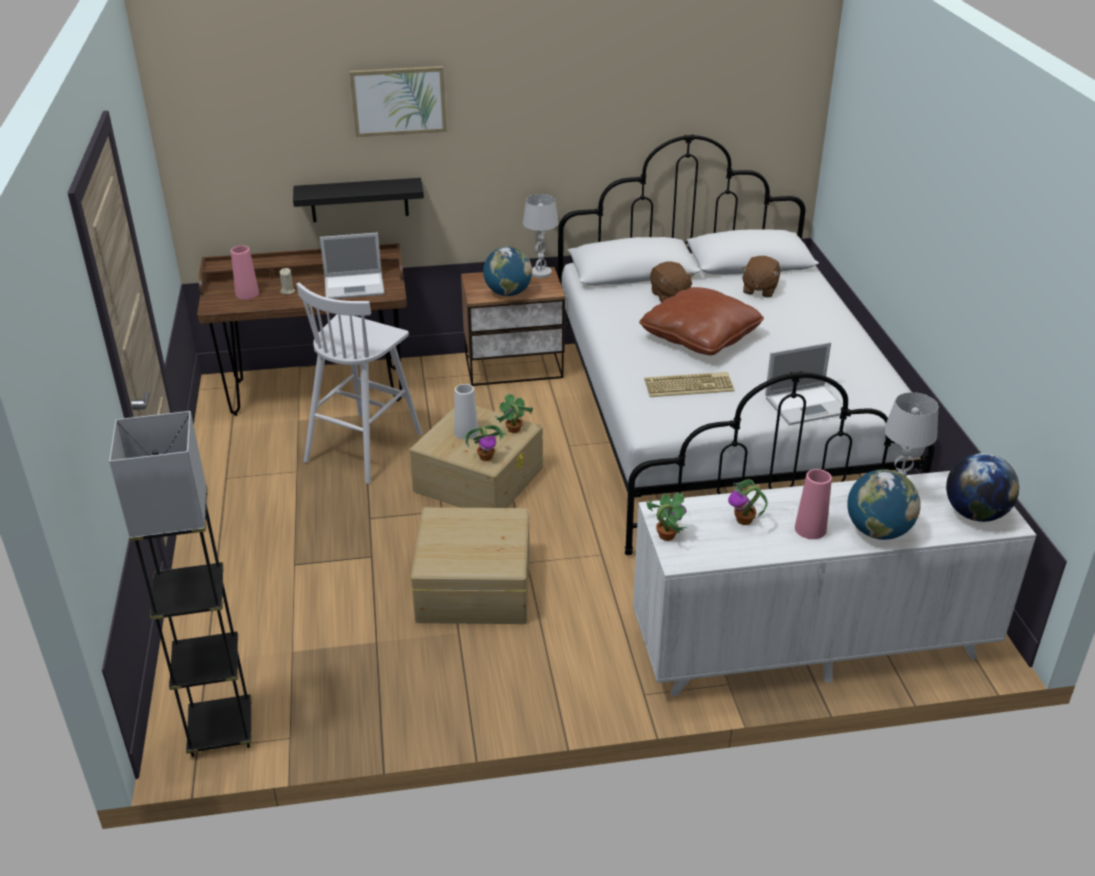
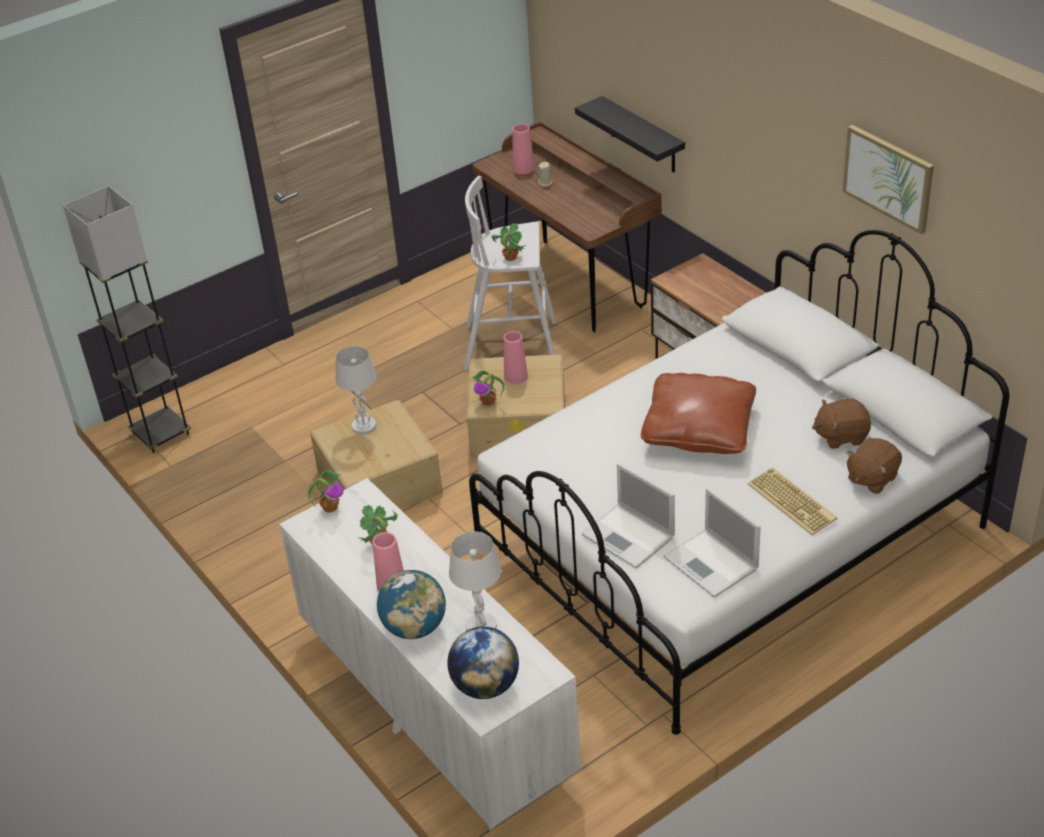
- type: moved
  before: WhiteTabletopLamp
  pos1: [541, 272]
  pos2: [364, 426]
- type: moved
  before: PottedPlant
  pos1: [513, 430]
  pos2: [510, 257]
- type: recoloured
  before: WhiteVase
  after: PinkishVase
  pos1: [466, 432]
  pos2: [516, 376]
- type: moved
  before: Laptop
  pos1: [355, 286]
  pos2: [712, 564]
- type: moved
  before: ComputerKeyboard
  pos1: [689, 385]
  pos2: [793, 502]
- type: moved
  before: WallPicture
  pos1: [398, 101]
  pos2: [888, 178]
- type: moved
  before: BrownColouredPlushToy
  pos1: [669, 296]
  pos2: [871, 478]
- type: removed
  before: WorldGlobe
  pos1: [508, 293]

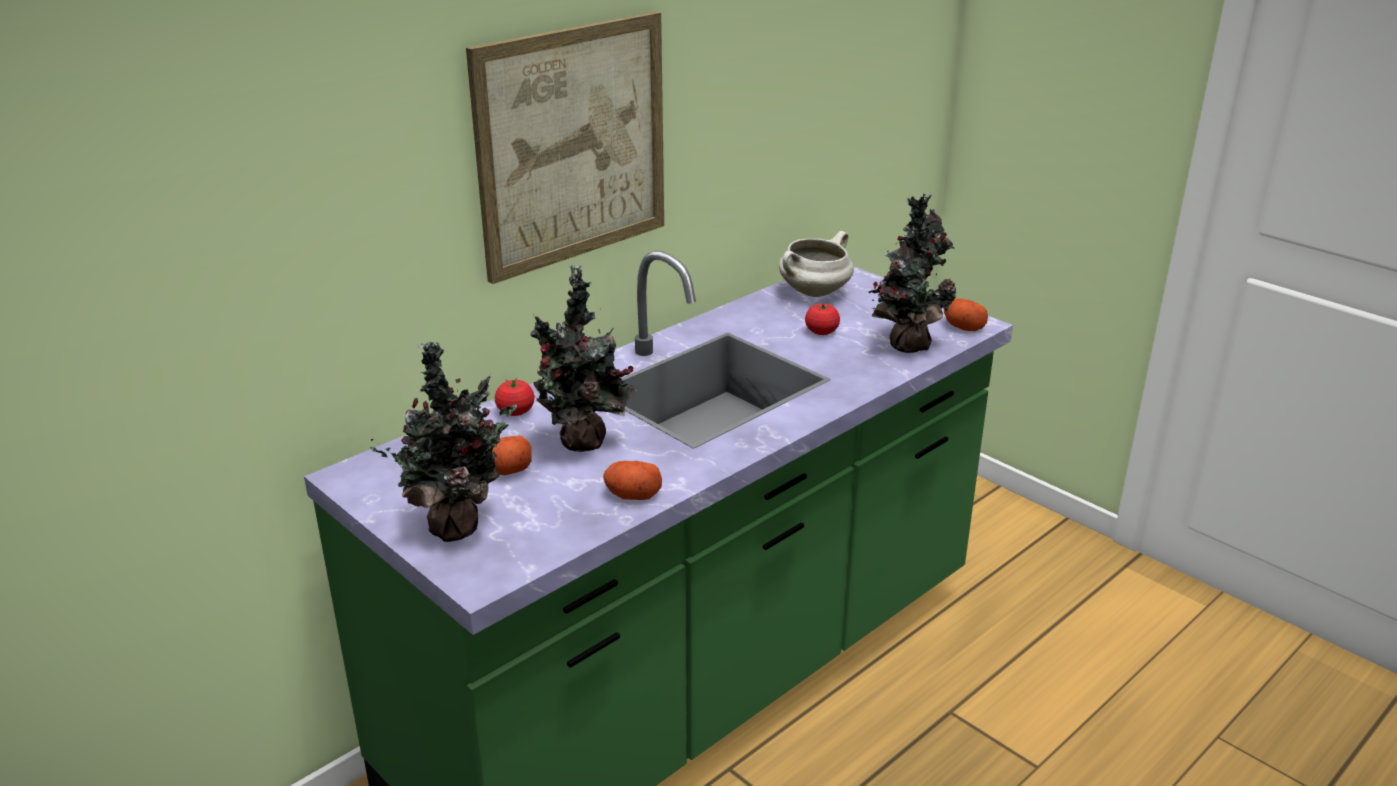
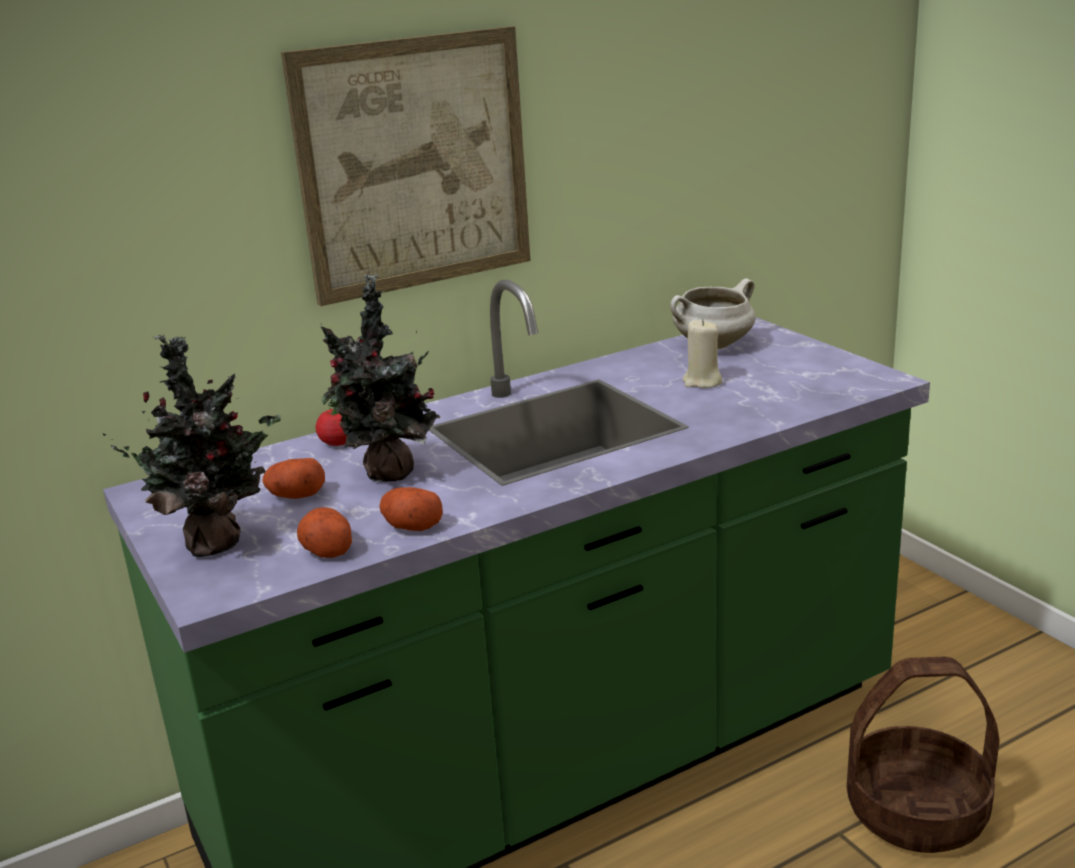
- type: moved
  before: WholePotato
  pos1: [962, 326]
  pos2: [326, 549]
- type: replaced
  before: Tomato
  after: BeigeWaxCandle
  pos1: [821, 332]
  pos2: [702, 382]
- type: added
  after: HouseholdBasket
  pos2: [916, 811]
- type: removed
  before: PottedPlant
  pos1: [906, 344]

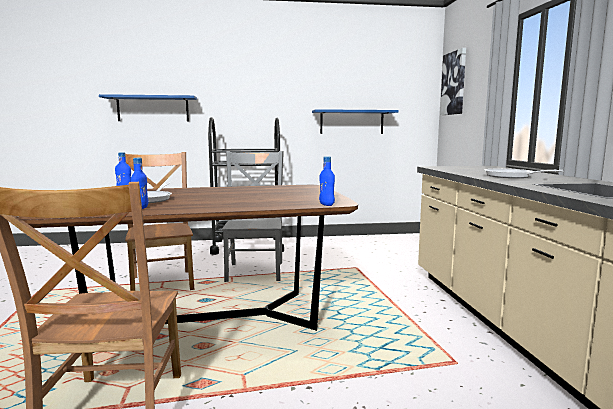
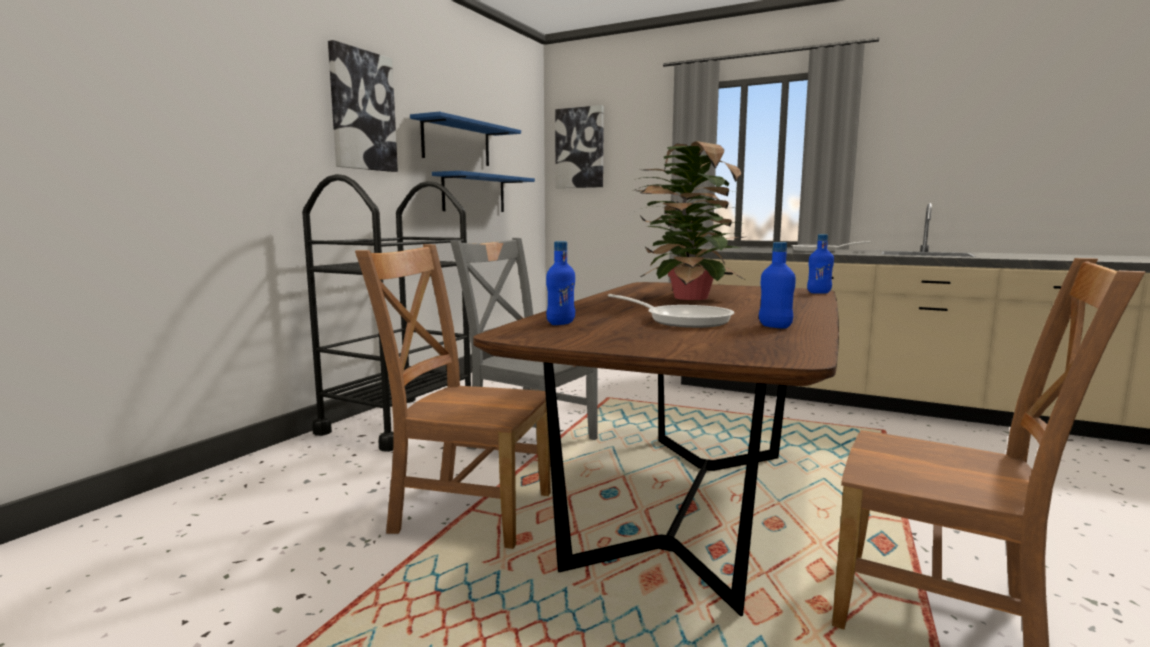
- type: added
  after: WallPicture
  pos2: [362, 111]
- type: moved
  before: BluishShelf
  pos1: [153, 109]
  pos2: [456, 143]
- type: added
  after: PottedPlant
  pos2: [686, 297]

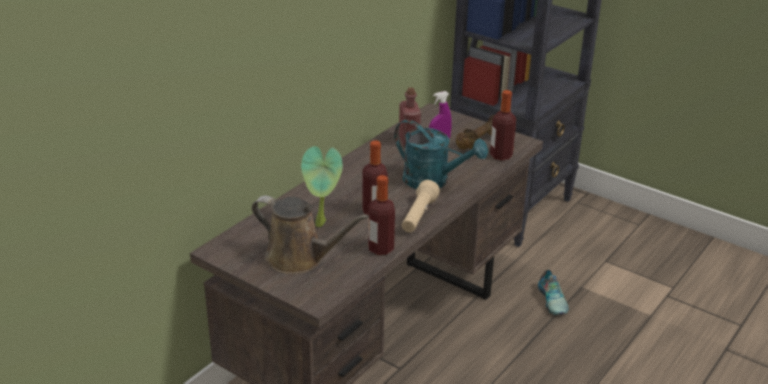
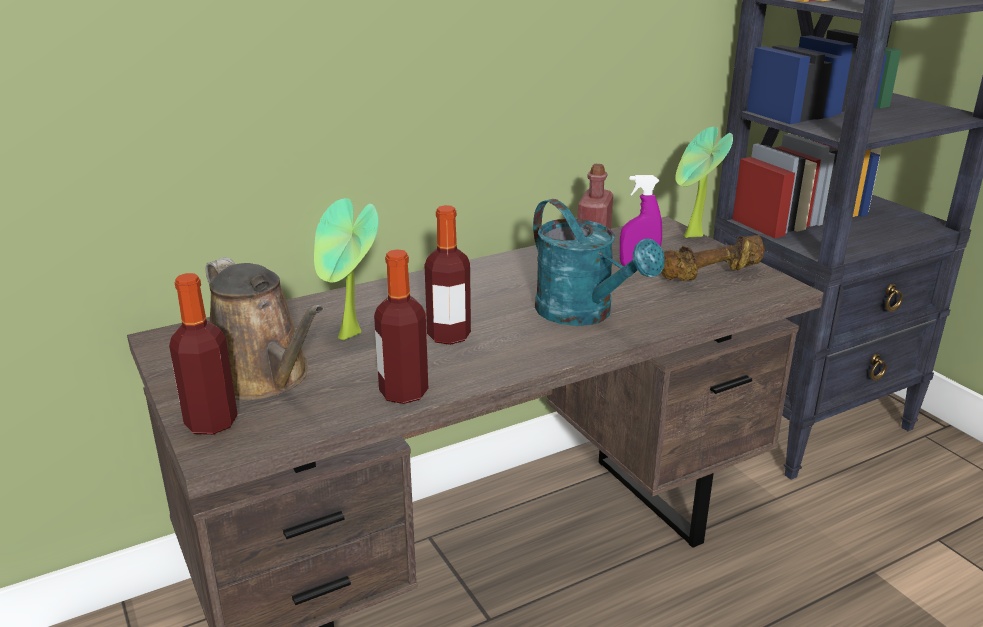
- type: moved
  before: DrinkBottle
  pos1: [501, 155]
  pos2: [211, 423]
- type: added
  after: PottedPlant
  pos2: [692, 238]
- type: removed
  before: BeigeFlashlight
  pos1: [418, 216]
- type: removed
  before: Shoe
  pos1: [553, 300]

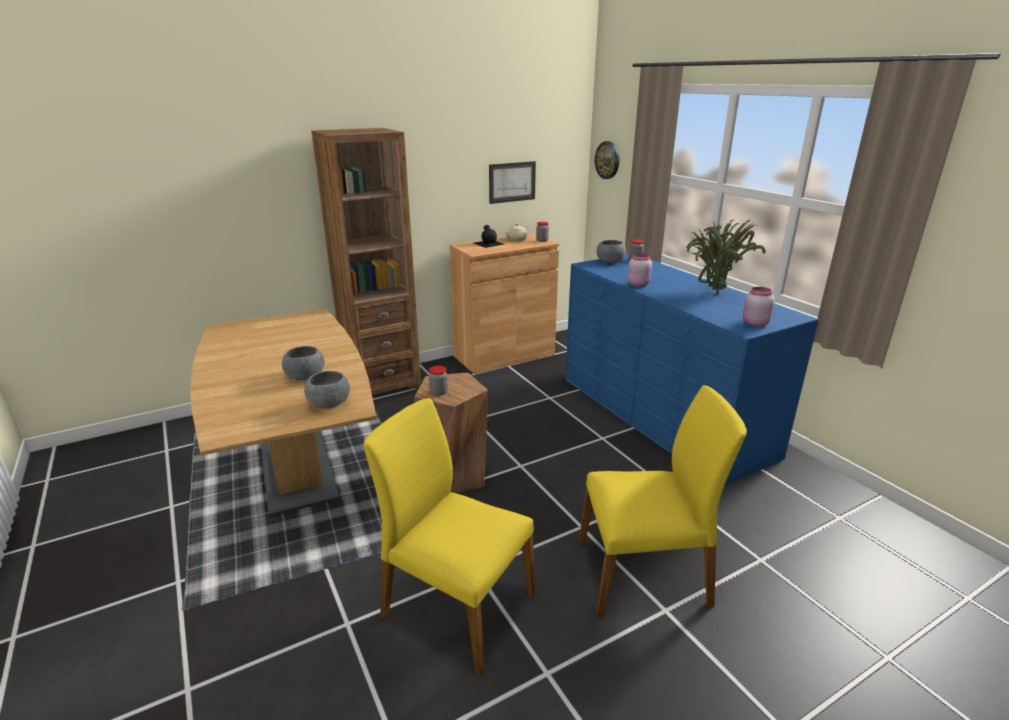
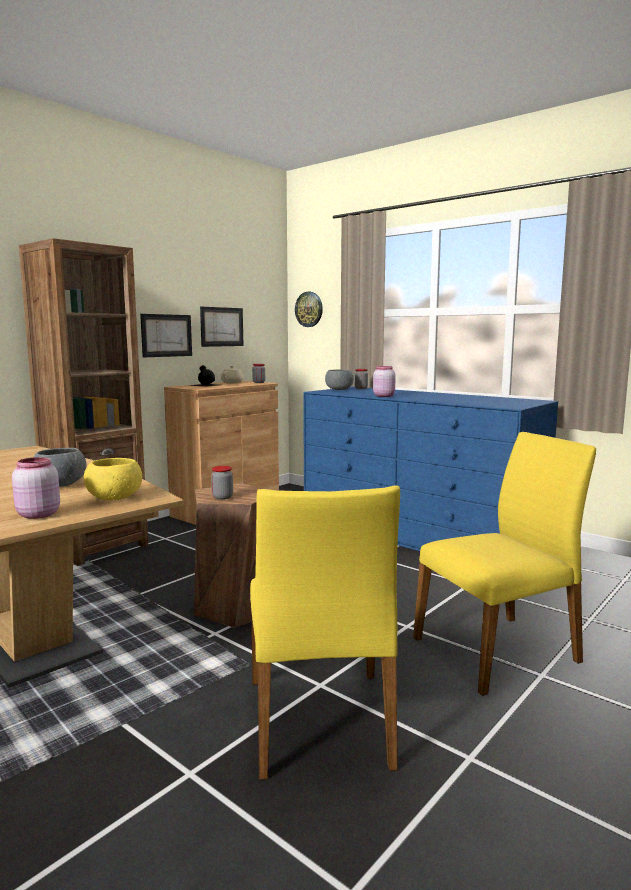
- type: moved
  before: PinkishStorageJar
  pos1: [754, 323]
  pos2: [37, 515]
- type: recoloured
  before: GreyDeepDish
  after: YellowColouredDeepDish
  pos1: [329, 404]
  pos2: [115, 498]
- type: added
  after: WallPicture
  pos2: [166, 335]
- type: turned
  before: YellowColouredUprightChair
  pos1: [456, 606]
  pos2: [320, 722]
  turn: -105
- type: removed
  before: PottedPlant
  pos1: [713, 294]

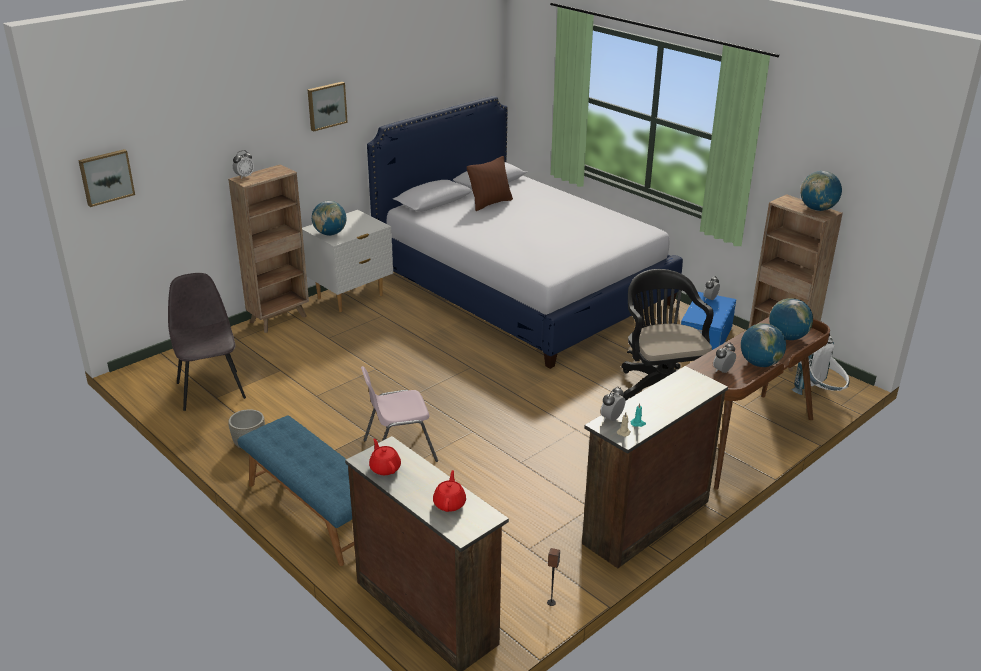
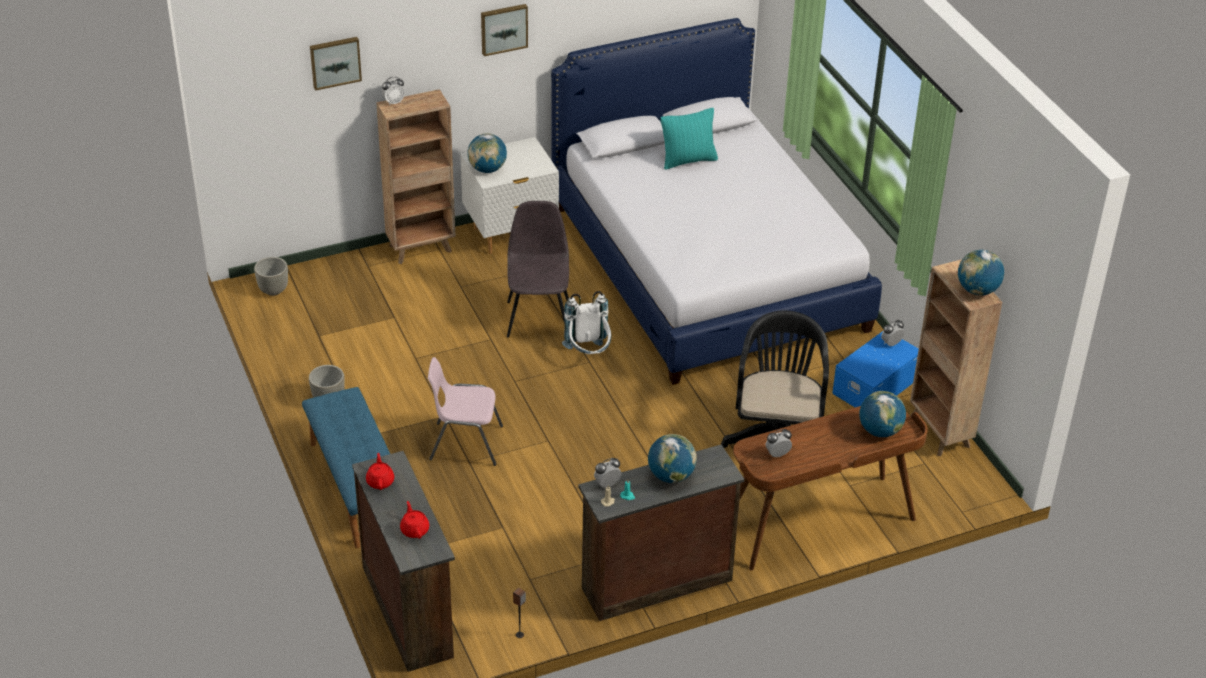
- type: added
  after: GreyFlowerPot
  pos2: [273, 290]
- type: moved
  before: WallPicture
  pos1: [106, 177]
  pos2: [335, 62]
- type: turned
  before: RedPotForTea
  pos1: [449, 503]
  pos2: [414, 530]
  turn: -45
- type: moved
  before: GreyUprightChair
  pos1: [210, 389]
  pos2: [538, 317]
- type: moved
  before: WhiteRucksack
  pos1: [820, 396]
  pos2: [588, 355]
- type: moved
  before: WorldGlobe
  pos1: [759, 364]
  pos2: [671, 476]
- type: recoloured
  before: BrownColouredCushion
  after: TurquoiseCushion
  pos1: [490, 203]
  pos2: [688, 160]

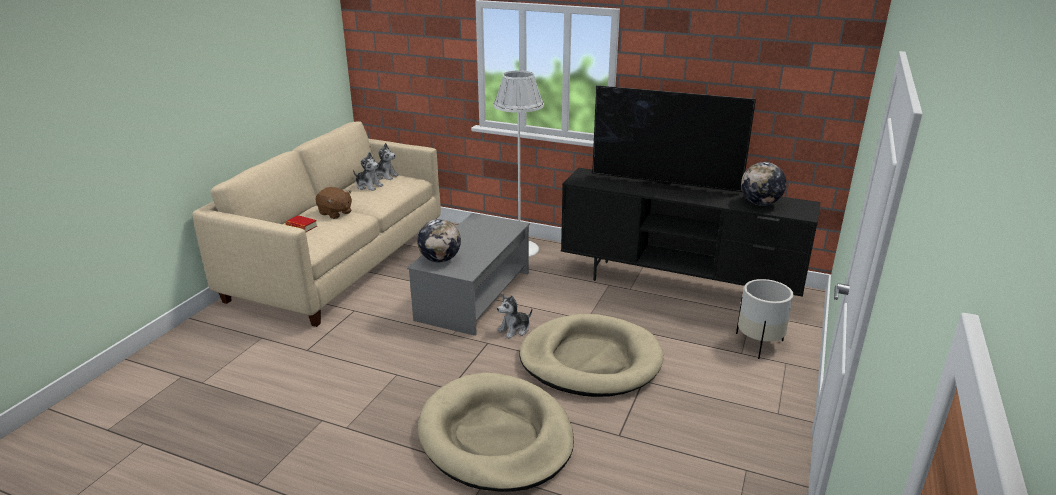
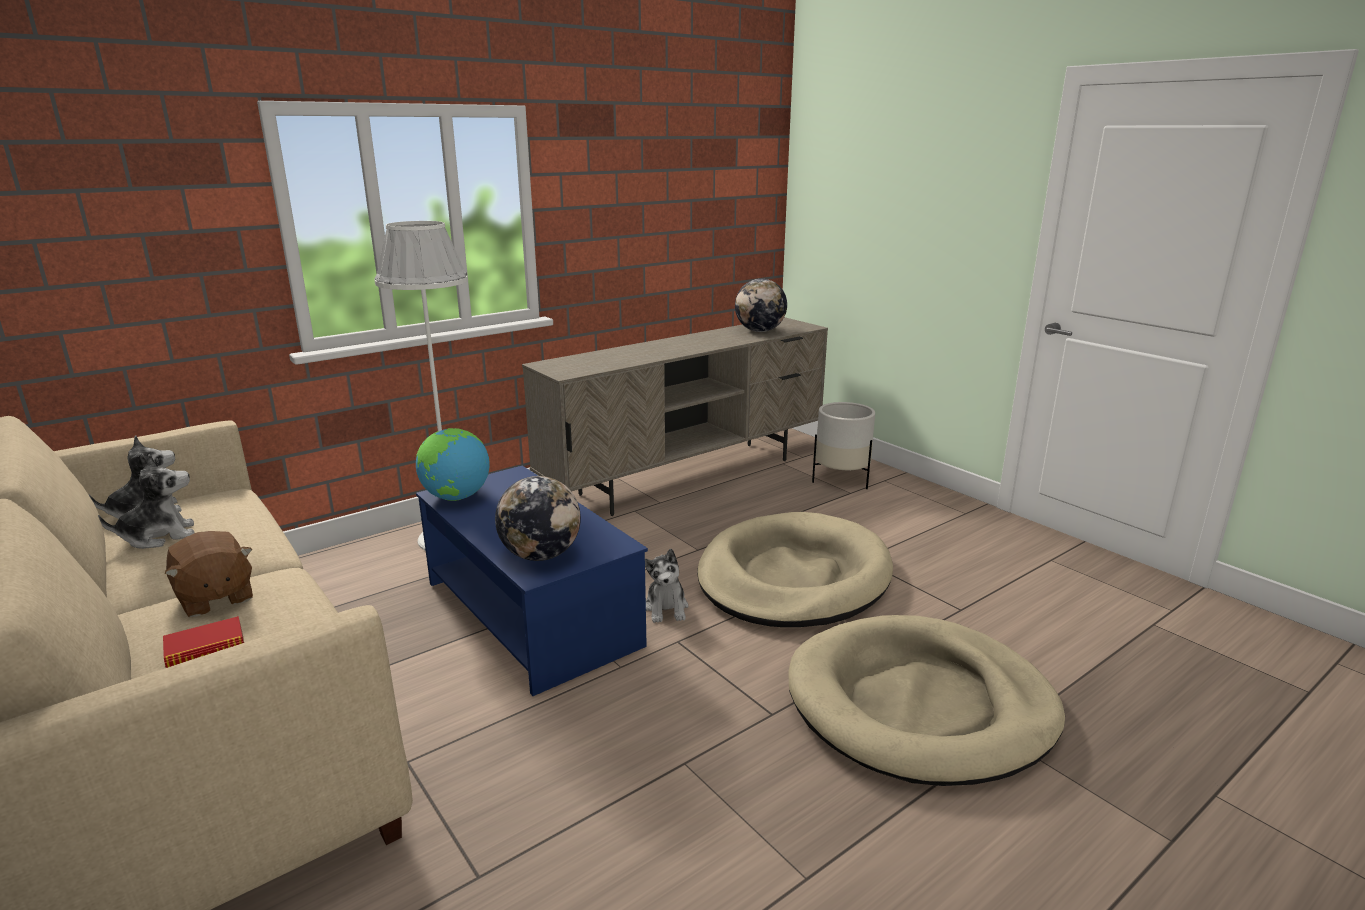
- type: turned
  before: BrownColouredPlushToy
  pos1: [335, 213]
  pos2: [215, 598]
  turn: 75
- type: added
  after: WorldGlobe
  pos2: [456, 497]
- type: recoloured
  before: GreyLoungeTable
  after: BluishLoungeTable
  pos1: [474, 295]
  pos2: [530, 612]
- type: recoloured
  before: BlackishTvStand
  after: BeigeTvStand
  pos1: [678, 286]
  pos2: [688, 476]
- type: removed
  before: Television
  pos1: [664, 184]

